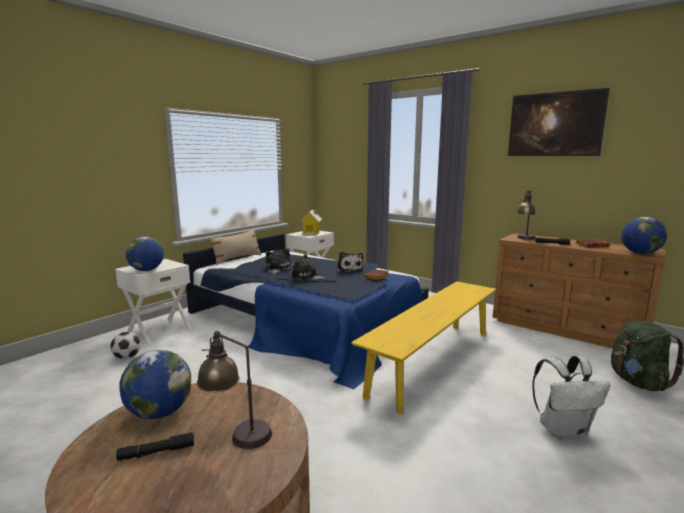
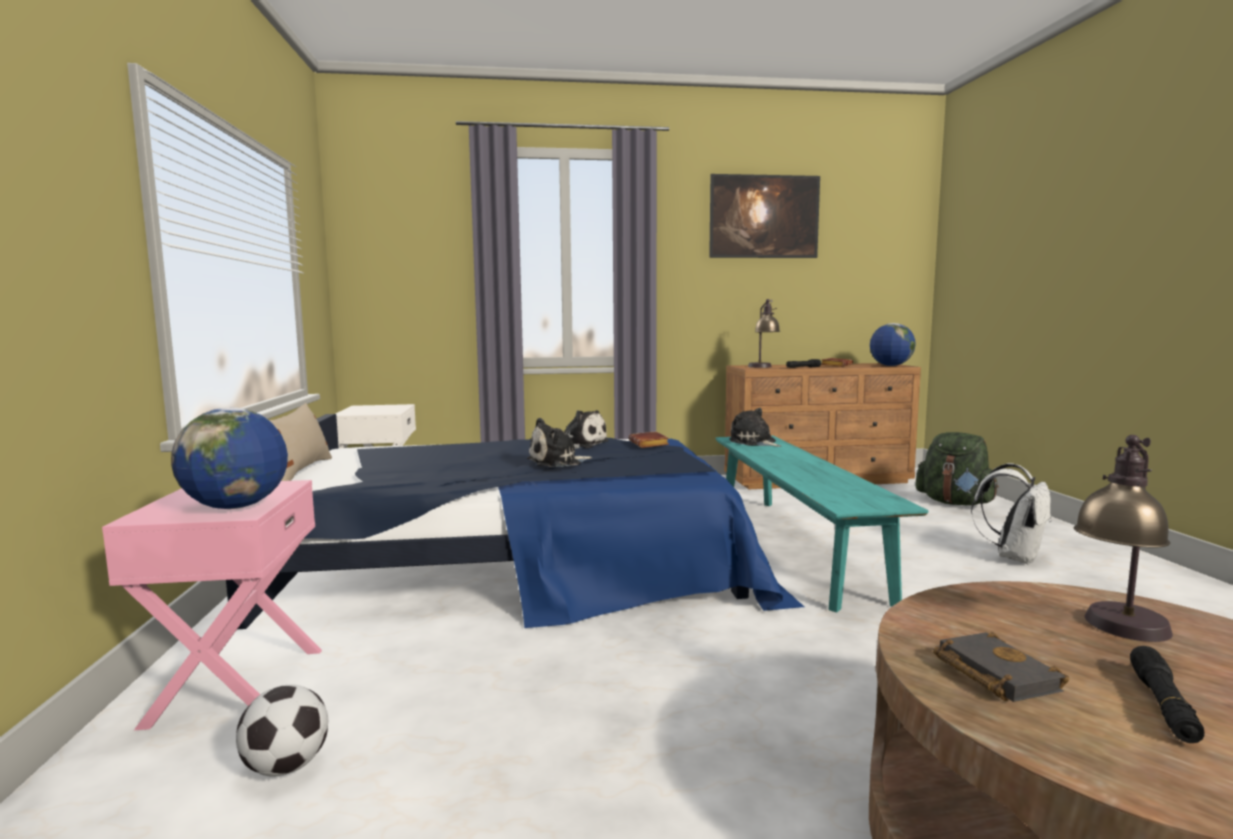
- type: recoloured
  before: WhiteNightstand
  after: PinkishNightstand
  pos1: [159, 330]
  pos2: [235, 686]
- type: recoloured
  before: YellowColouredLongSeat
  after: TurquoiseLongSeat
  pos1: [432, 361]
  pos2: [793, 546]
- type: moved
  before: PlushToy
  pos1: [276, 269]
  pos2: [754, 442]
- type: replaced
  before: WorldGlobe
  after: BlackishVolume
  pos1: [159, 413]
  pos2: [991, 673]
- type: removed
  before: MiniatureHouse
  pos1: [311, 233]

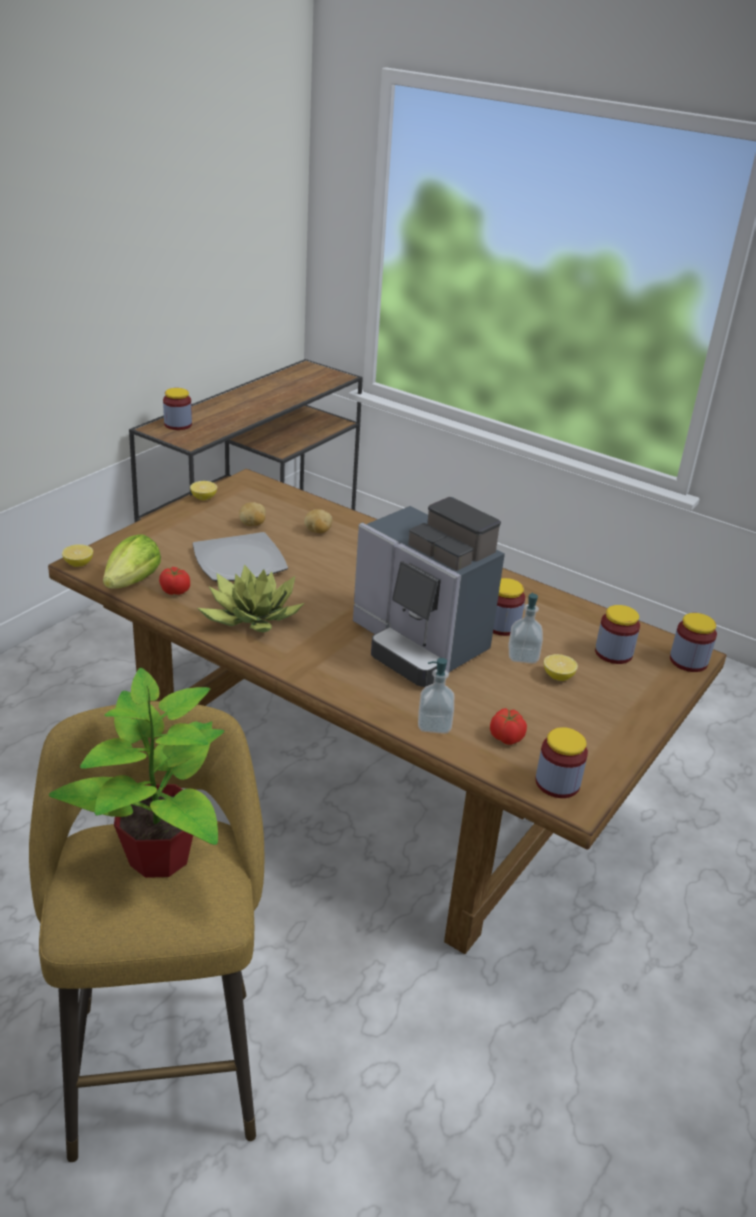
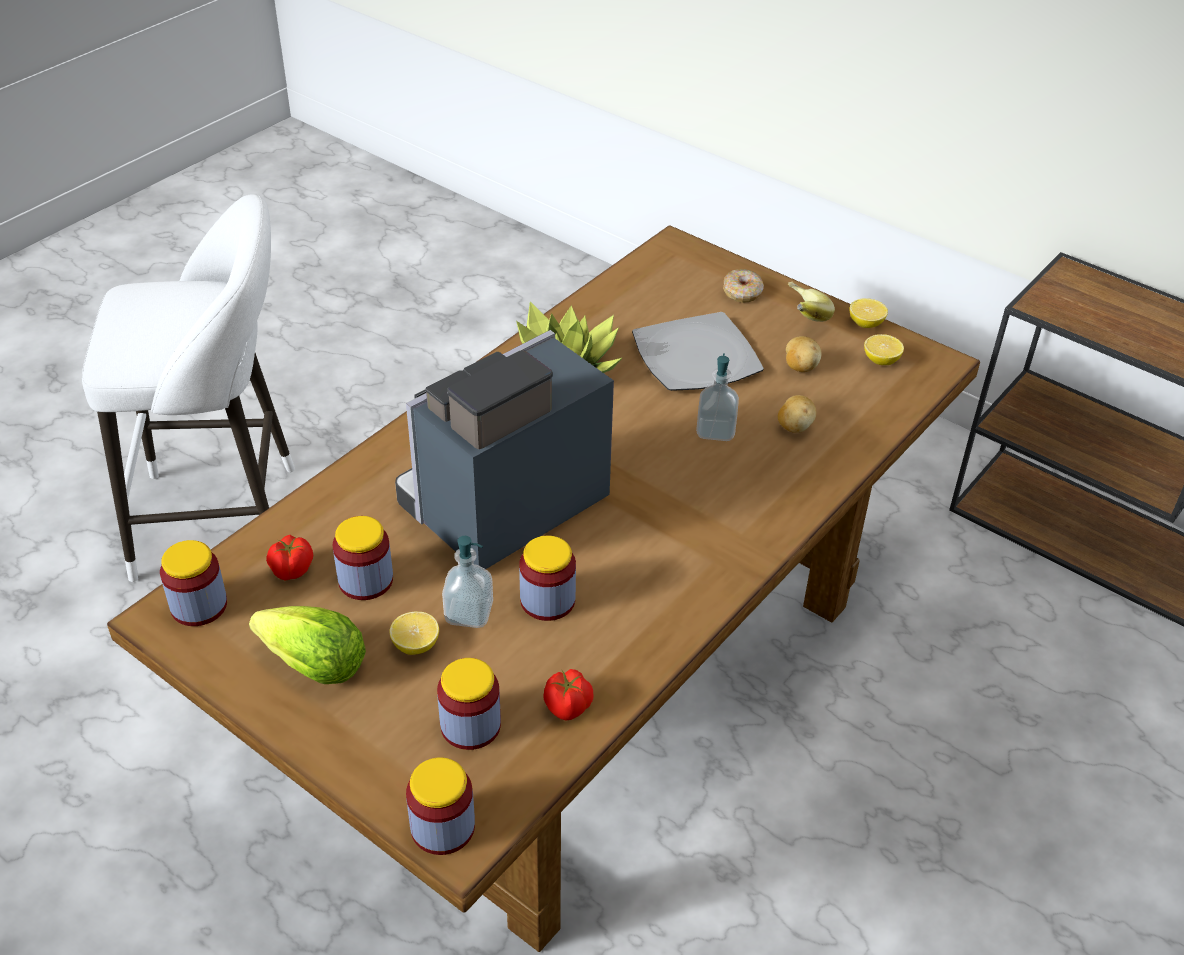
- type: recoloured
  before: YellowColouredStool
  after: WhiteStool
  pos1: [164, 1058]
  pos2: [228, 521]
- type: moved
  before: LettuceHead
  pos1: [133, 582]
  pos2: [315, 666]
- type: moved
  before: StorageJar
  pos1: [178, 425]
  pos2: [366, 580]
- type: moved
  before: Tomato
  pos1: [175, 591]
  pos2: [568, 707]
- type: moved
  before: LiquidSoapBottle
  pos1: [434, 724]
  pos2: [715, 430]
- type: added
  after: Donut
  pos2: [742, 292]
- type: added
  after: WholeBanana
  pos2: [800, 317]
- type: moved
  before: CitrusFruit
  pos1: [78, 564]
  pos2: [881, 360]
- type: removed
  before: PottedPlant
  pos1: [158, 857]

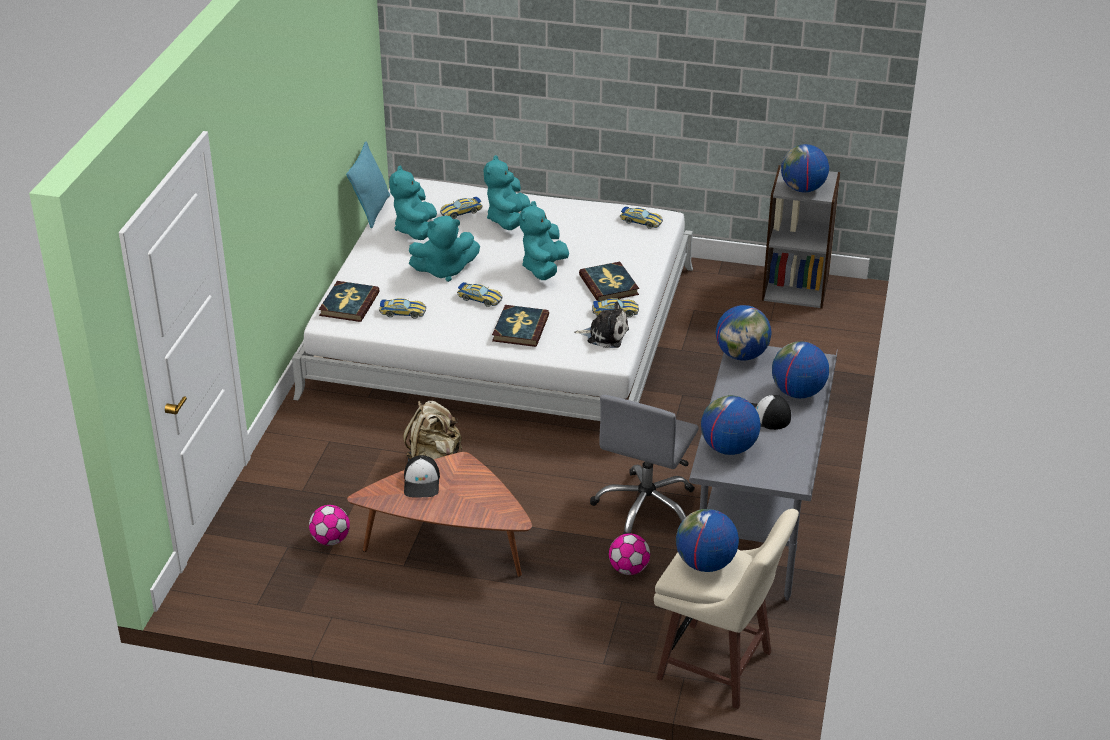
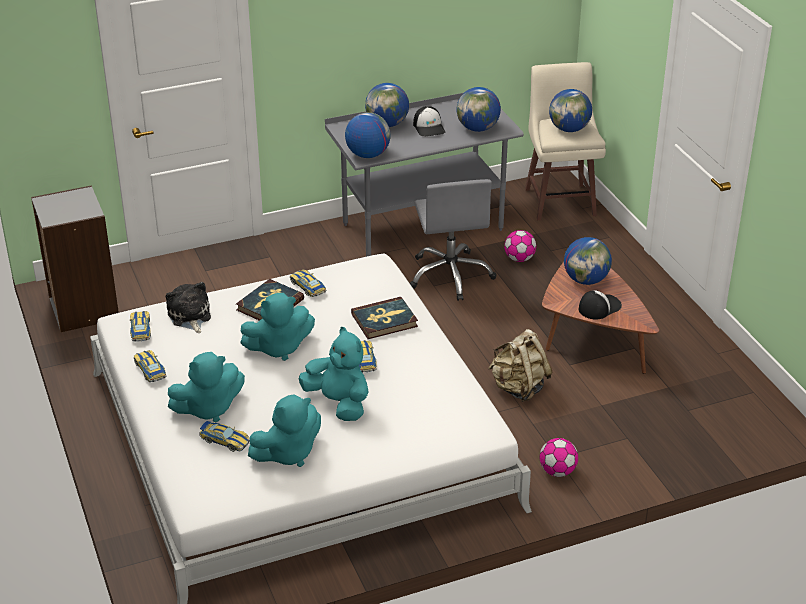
- type: moved
  before: ToyCar
  pos1: [403, 312]
  pos2: [150, 369]
- type: moved
  before: PlushToy
  pos1: [605, 335]
  pos2: [189, 316]
- type: turned
  before: GreyDeskChair
  pos1: [646, 507]
  pos2: [451, 275]
  turn: 90
- type: moved
  before: BallForFootball
  pos1: [330, 540]
  pos2: [557, 471]
- type: moved
  before: WorldGlobe
  pos1: [802, 189]
  pos2: [586, 280]
- type: removed
  before: Volume
  pos1: [349, 304]
- type: removed
  before: TurquoiseCushion
  pos1: [371, 211]

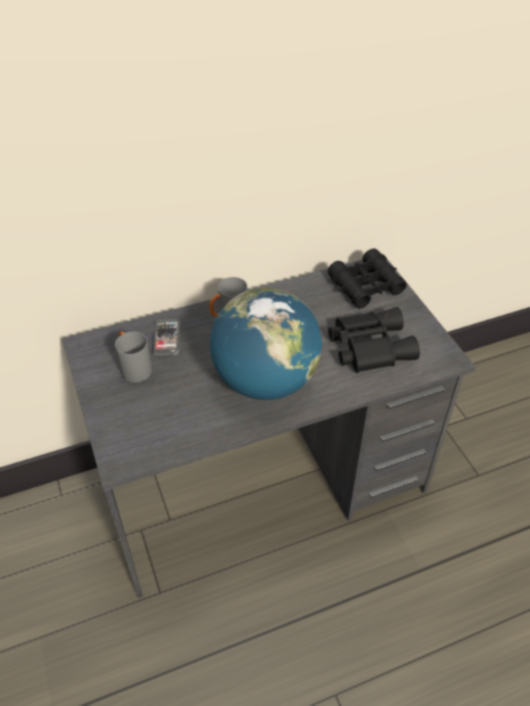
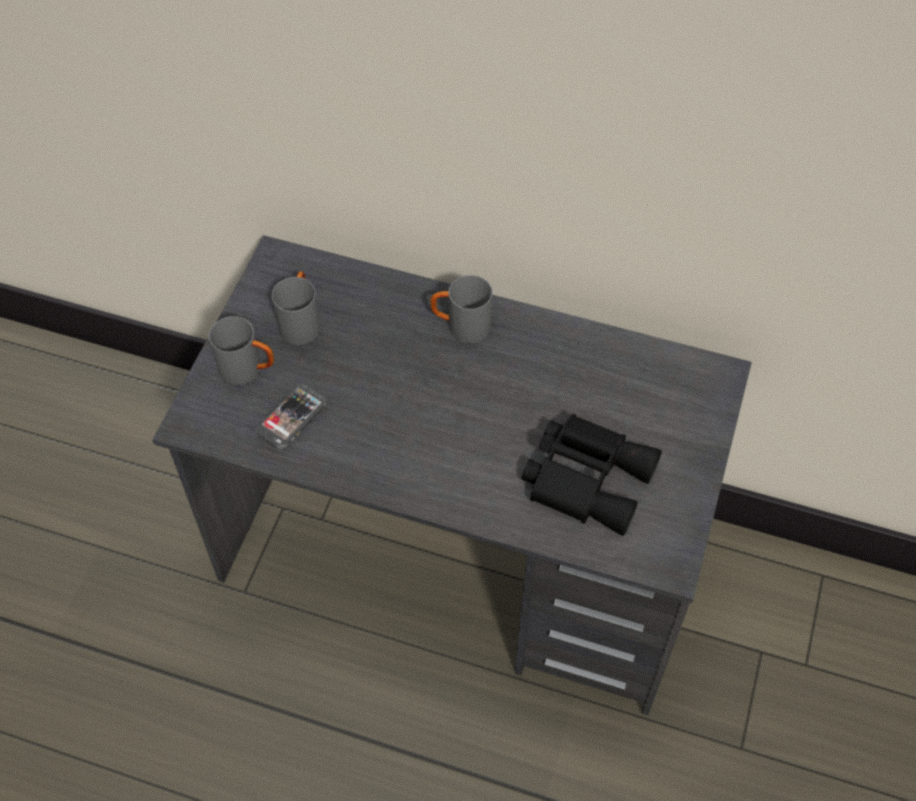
- type: added
  after: GreyTeaMug
  pos2: [248, 370]
- type: moved
  before: Telephone
  pos1: [167, 339]
  pos2: [291, 417]
- type: removed
  before: WorldGlobe
  pos1: [265, 381]
- type: removed
  before: BlackishPairOfBinoculars
  pos1: [366, 286]

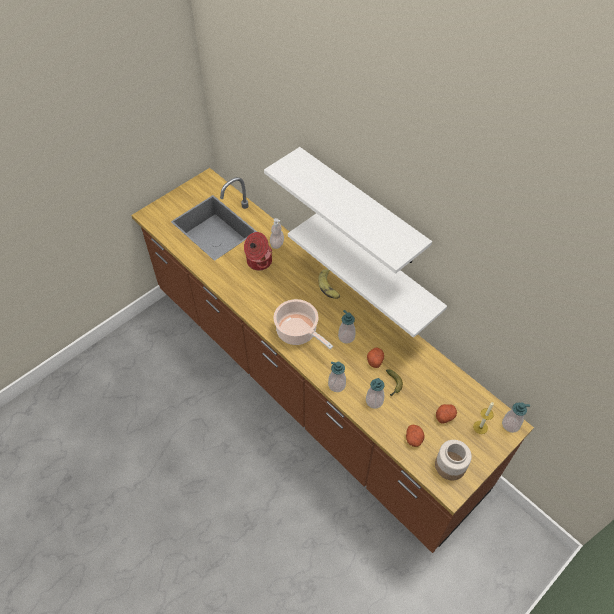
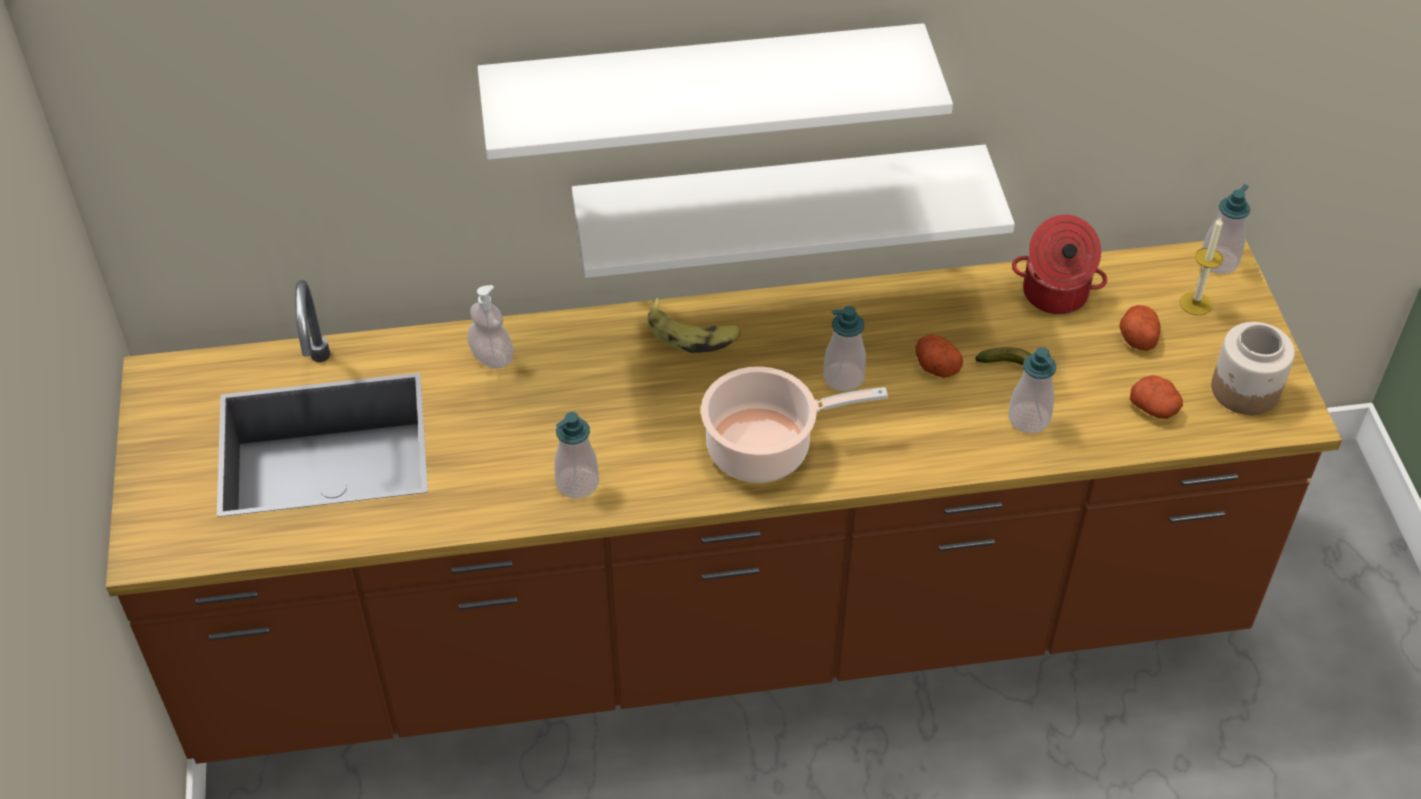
- type: moved
  before: LiquidSoapBottle
  pos1: [336, 385]
  pos2: [577, 483]
- type: moved
  before: Stockpot
  pos1: [258, 261]
  pos2: [1054, 294]

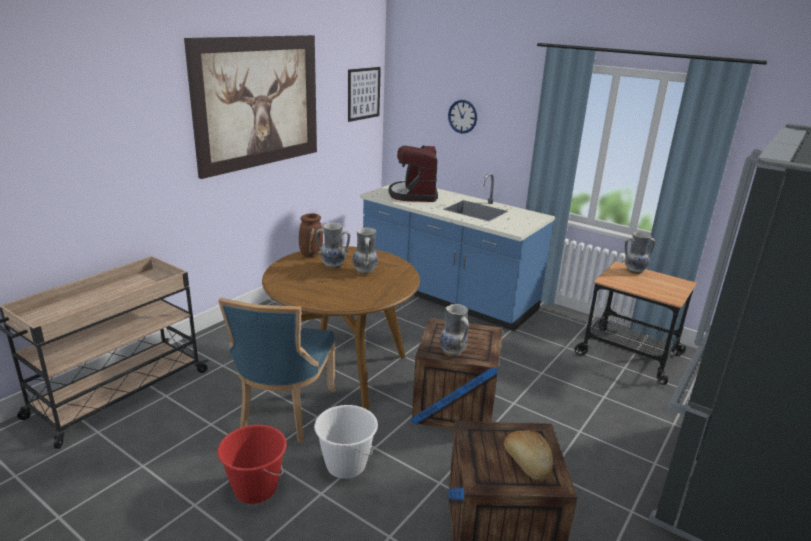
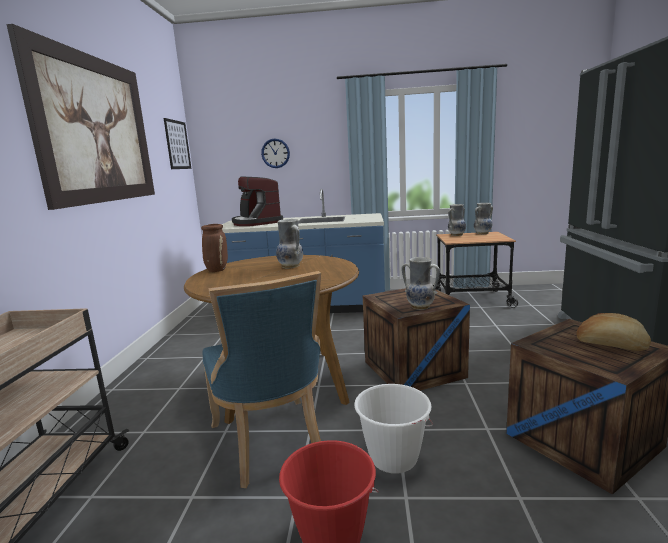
- type: moved
  before: Vase
  pos1: [333, 266]
  pos2: [482, 233]

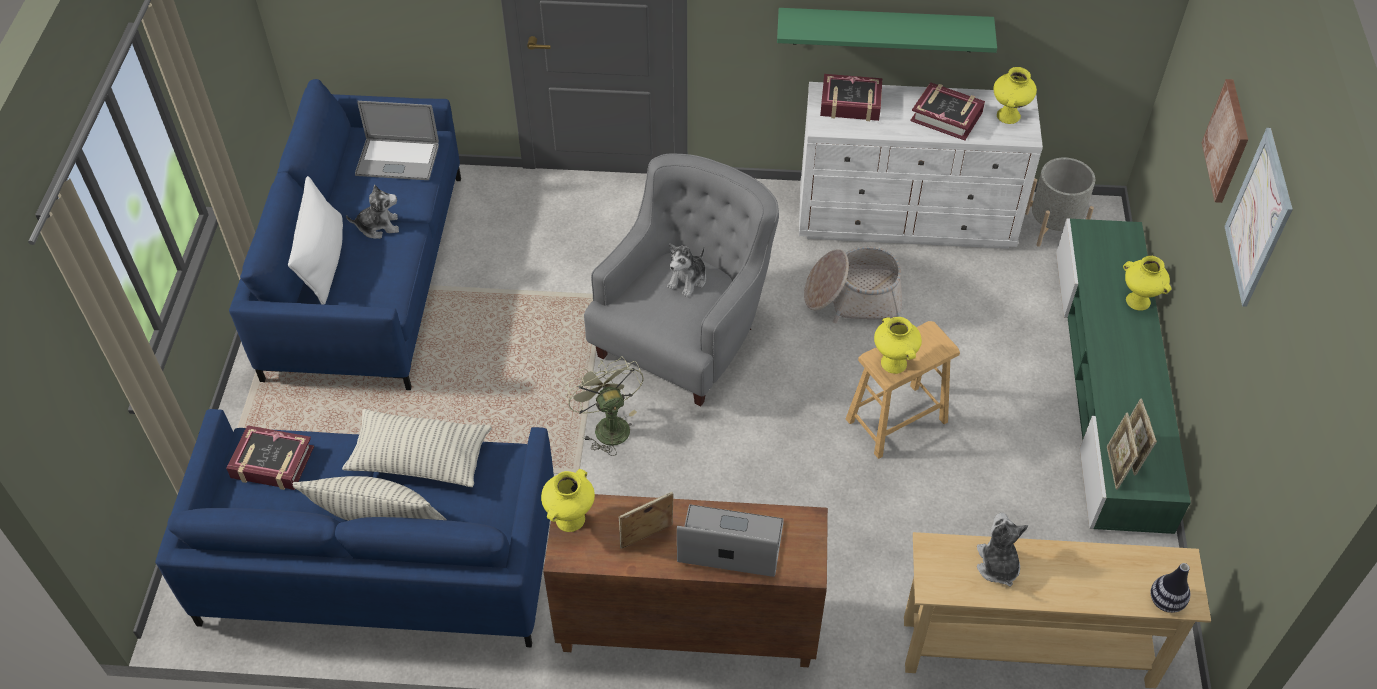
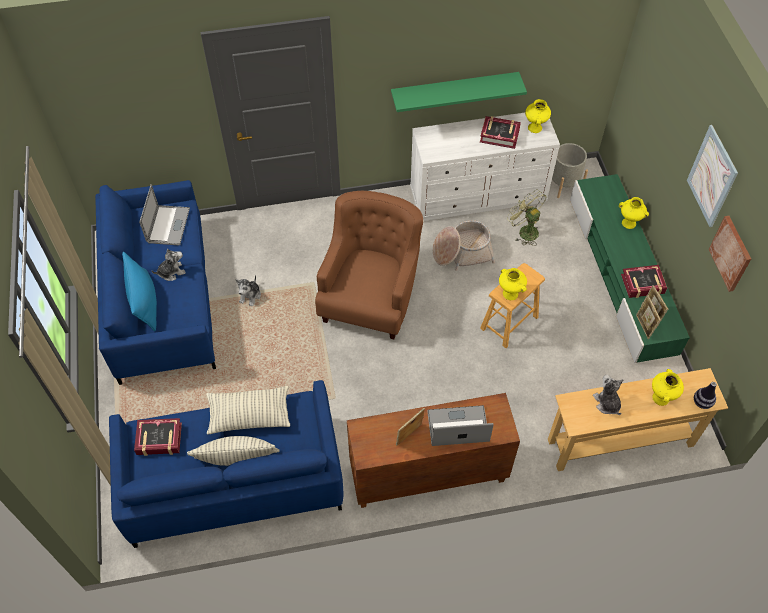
- type: recoloured
  before: WhiteCushion
  after: BluishCushion
  pos1: [323, 260]
  pos2: [144, 301]
- type: turned
  before: Laptop
  pos1: [397, 159]
  pos2: [168, 225]
  turn: -75
- type: moved
  before: PlushToy
  pos1: [688, 280]
  pos2: [250, 296]
- type: recoloured
  before: GreyLoungeChair
  after: BrownColouredLoungeChair
  pos1: [685, 334]
  pos2: [371, 296]
- type: moved
  before: GreenColouredFan
  pos1: [607, 425]
  pos2: [524, 231]
- type: moved
  before: Volume
  pos1: [850, 103]
  pos2: [642, 284]
- type: moved
  before: YellowColouredVase
  pos1: [570, 520]
  pos2: [661, 398]
- type: moved
  before: WallPicture
  pos1: [1227, 141]
  pos2: [731, 253]

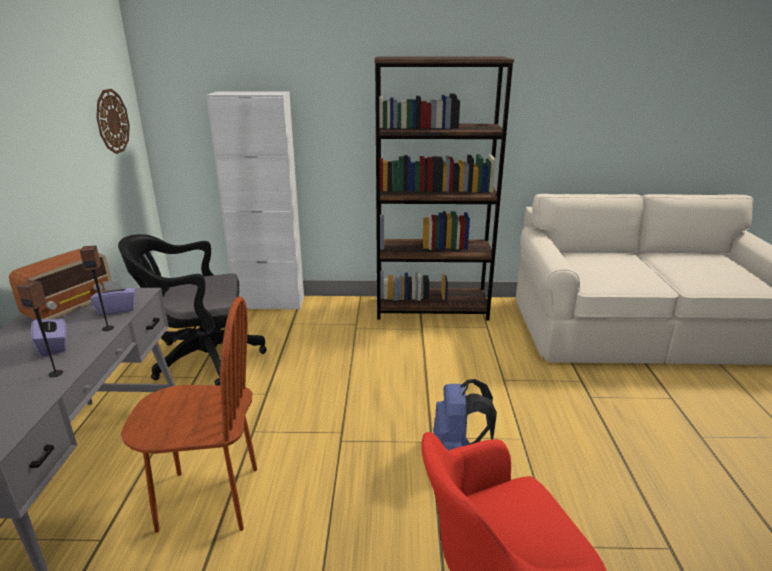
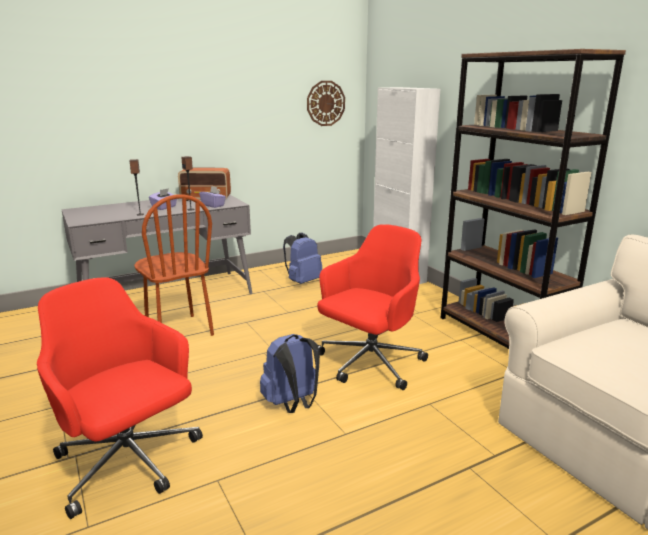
- type: replaced
  before: BlackishDeskChair
  after: BluishRucksack
  pos1: [202, 358]
  pos2: [302, 281]
- type: added
  after: RedDeskChair
  pos2: [369, 363]

